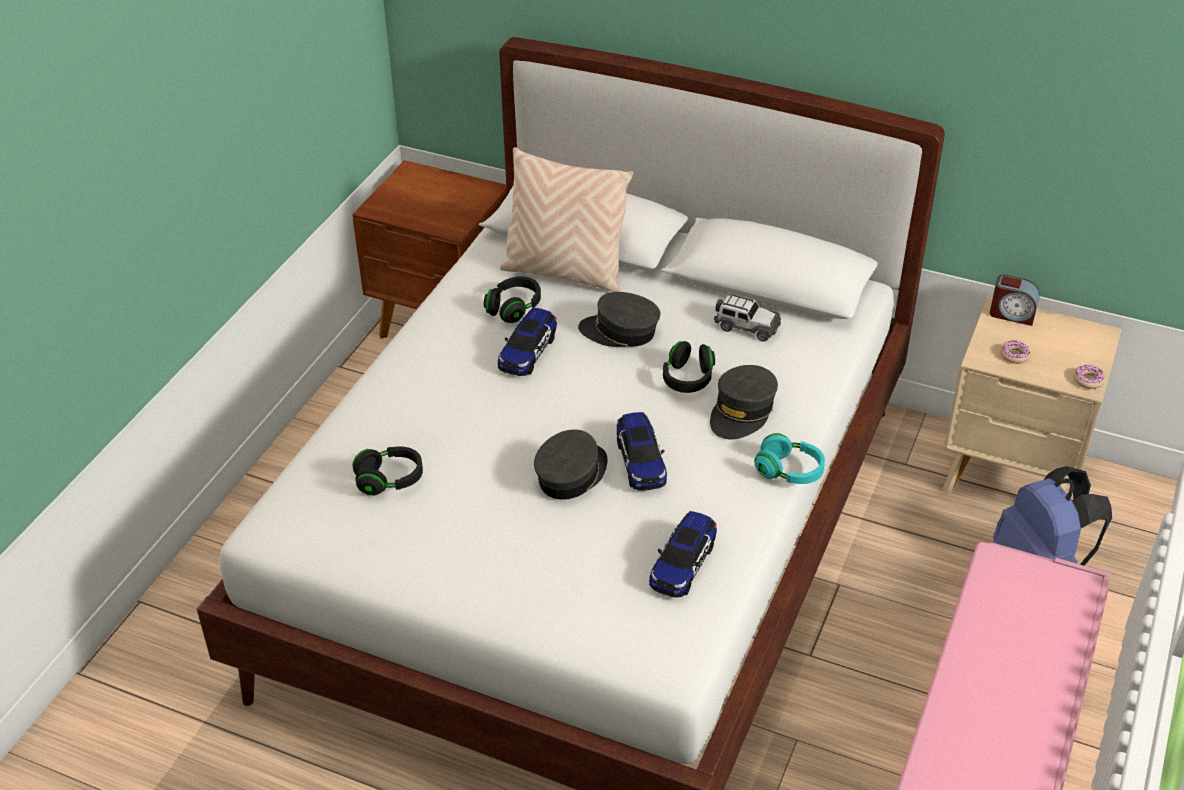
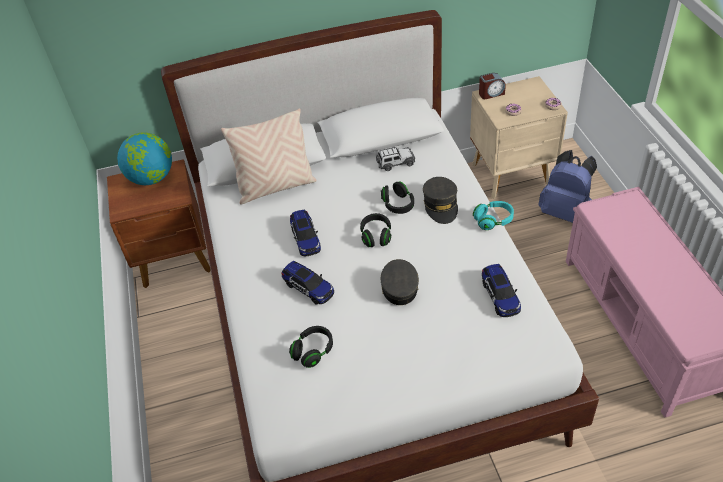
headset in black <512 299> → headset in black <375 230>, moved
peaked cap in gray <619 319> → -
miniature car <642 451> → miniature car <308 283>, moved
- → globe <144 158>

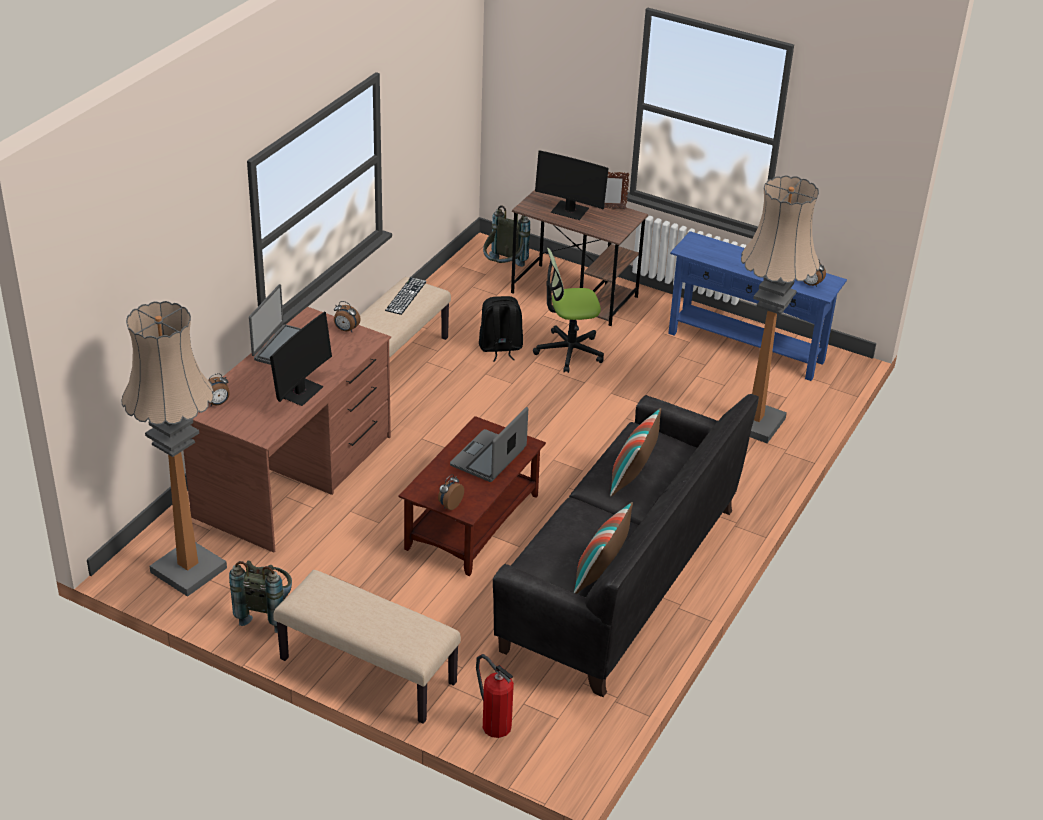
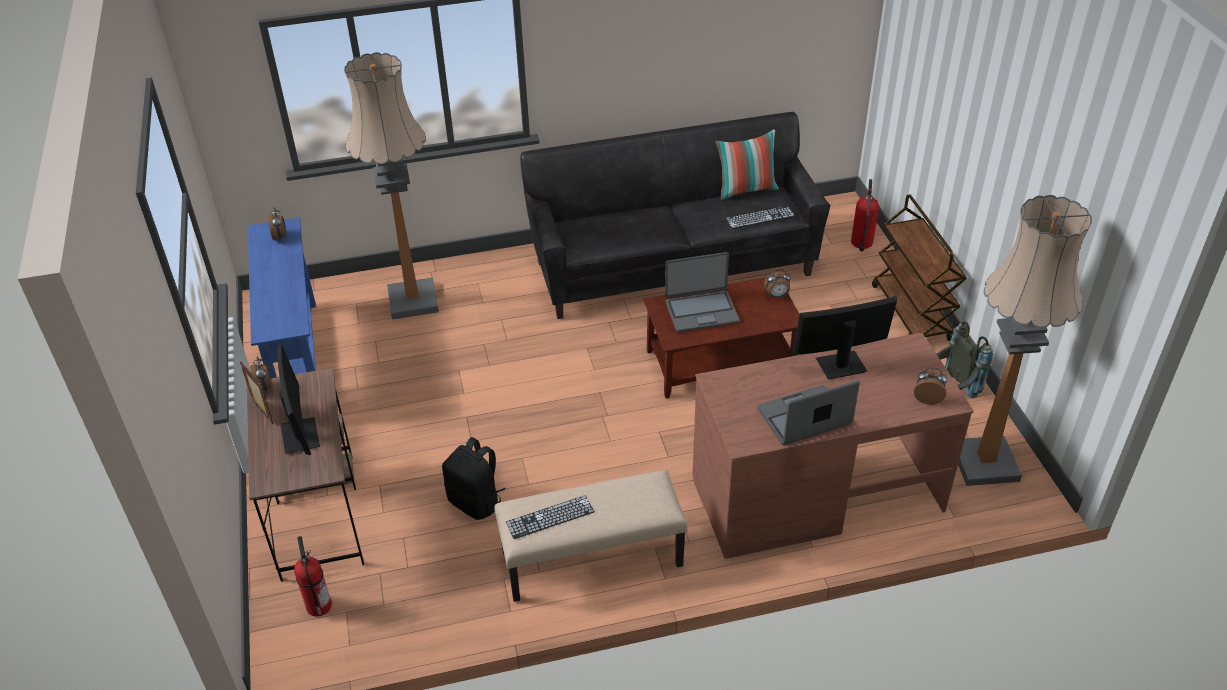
indoor bench in sand-coloured <367 647> → wheeled cart in brown <919 267>
bedside clock <347 316> → bedside clock <261 375>, moved
knapsack in gray <506 236> → extinguisher <313 576>
desk chair <568 310> → -
throw pillow <635 452> → -
- → computer keyboard <760 217>

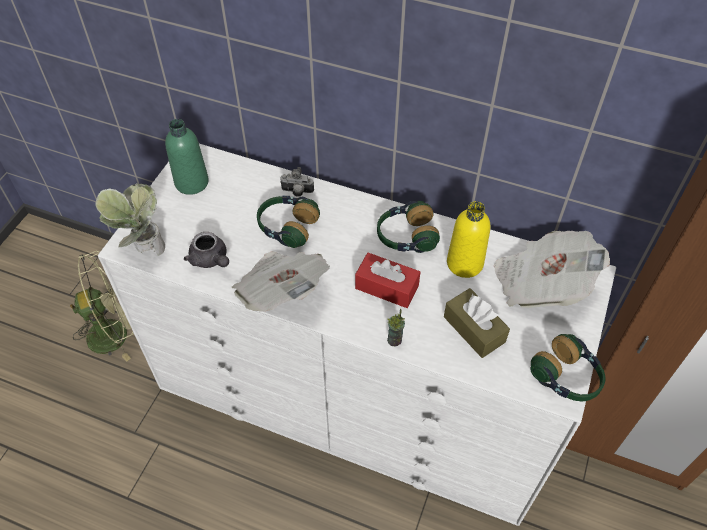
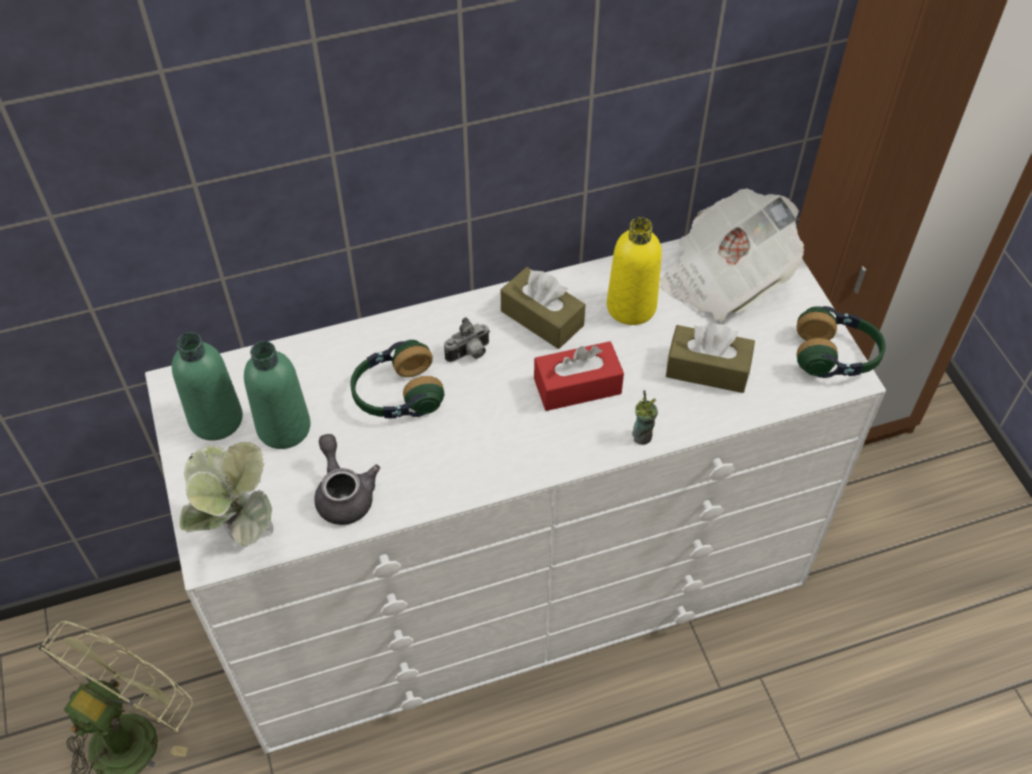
pot for tea in gray <206 250> → pot for tea in gray <347 479>, 120 degrees counterclockwise
newspaper <281 281> → -
photo camera <297 182> → photo camera <467 339>, moved
headset <408 227> → box of tissues in brown <543 308>
- → drink bottle in green <277 395>

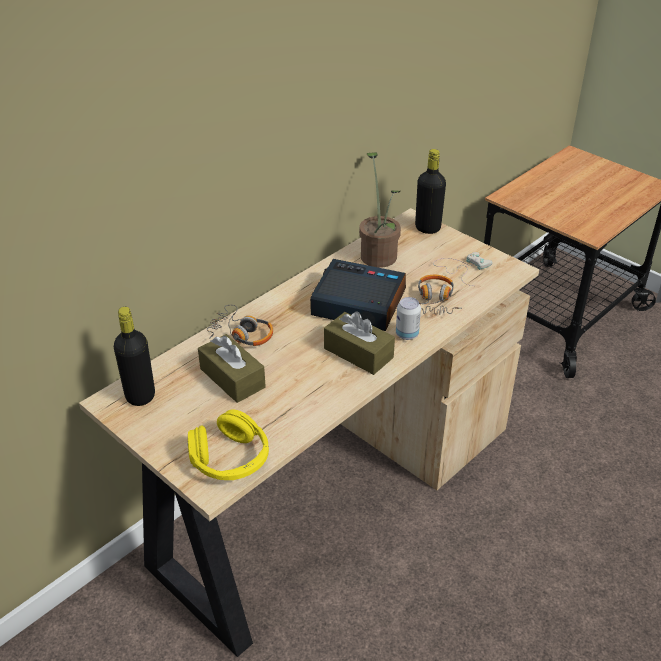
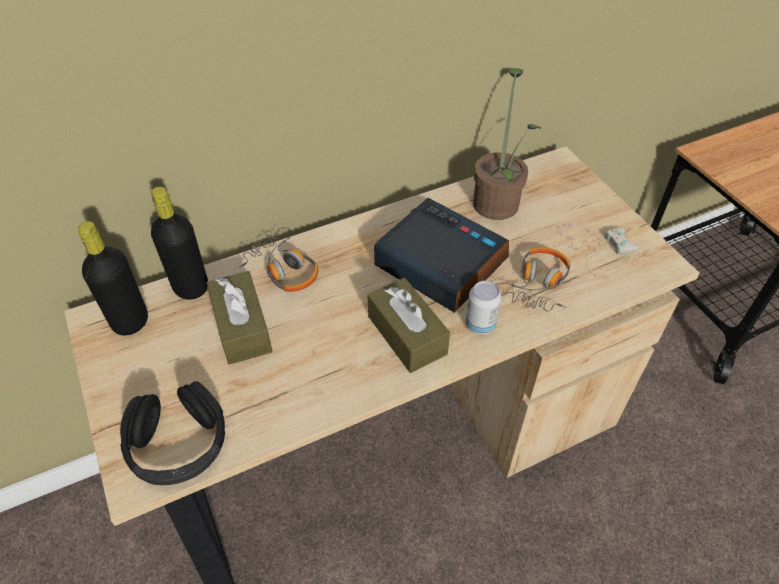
headset in yellow <228 444> → headset in black <172 433>
drink bottle in black <430 191> → drink bottle in black <179 243>, moved

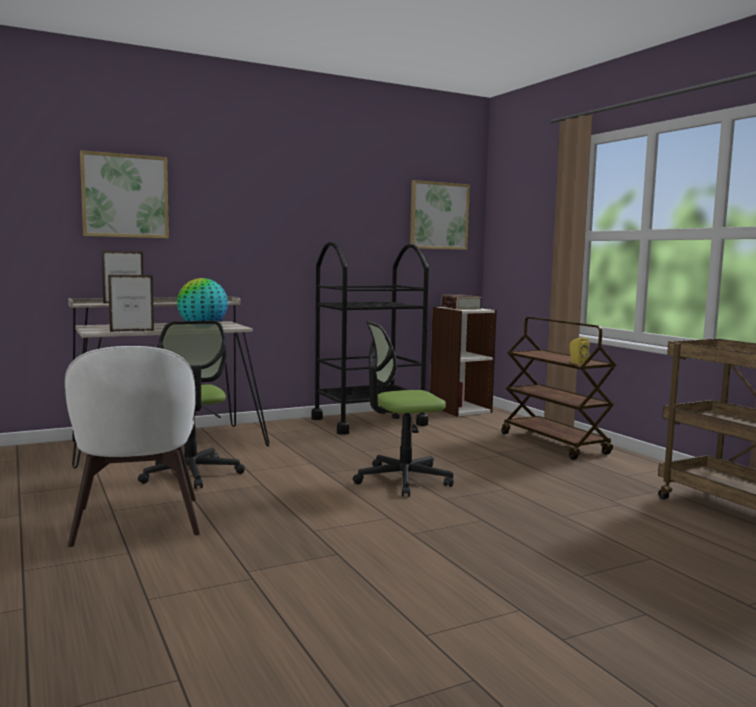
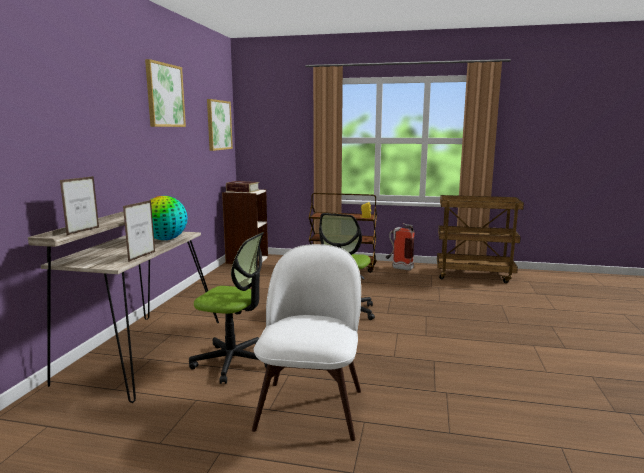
upright chair in white-coloured <132 446> → upright chair in white-coloured <306 342>, 105 degrees counterclockwise
picture <124 194> → picture <165 93>, moved
wheeled cart in black <370 338> → -
- → extinguisher <400 246>

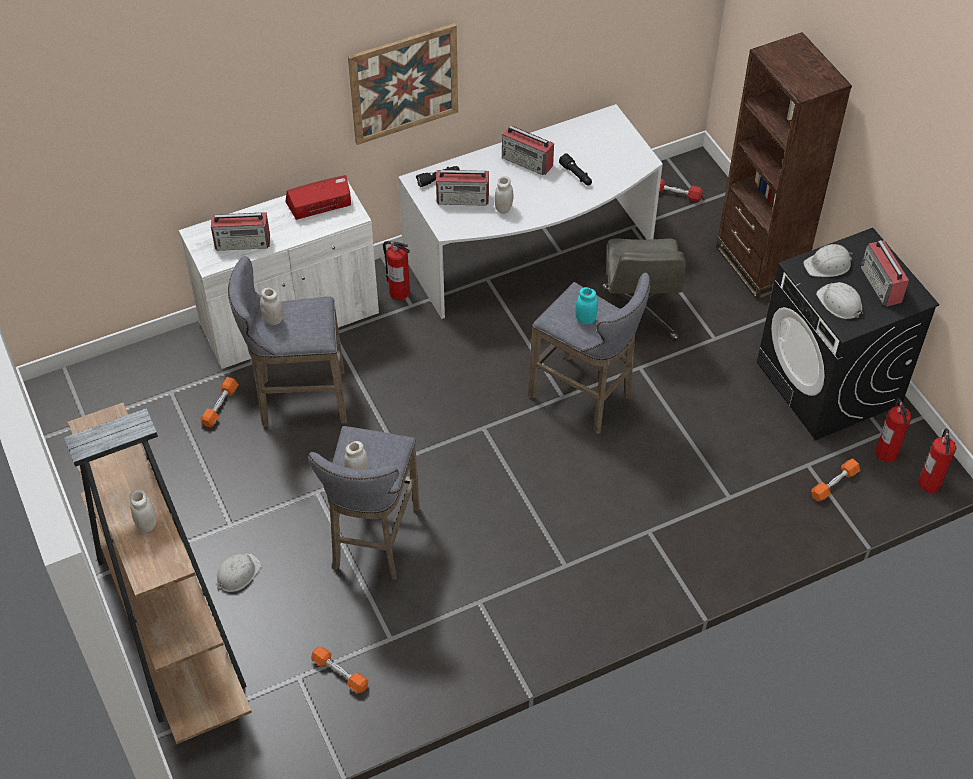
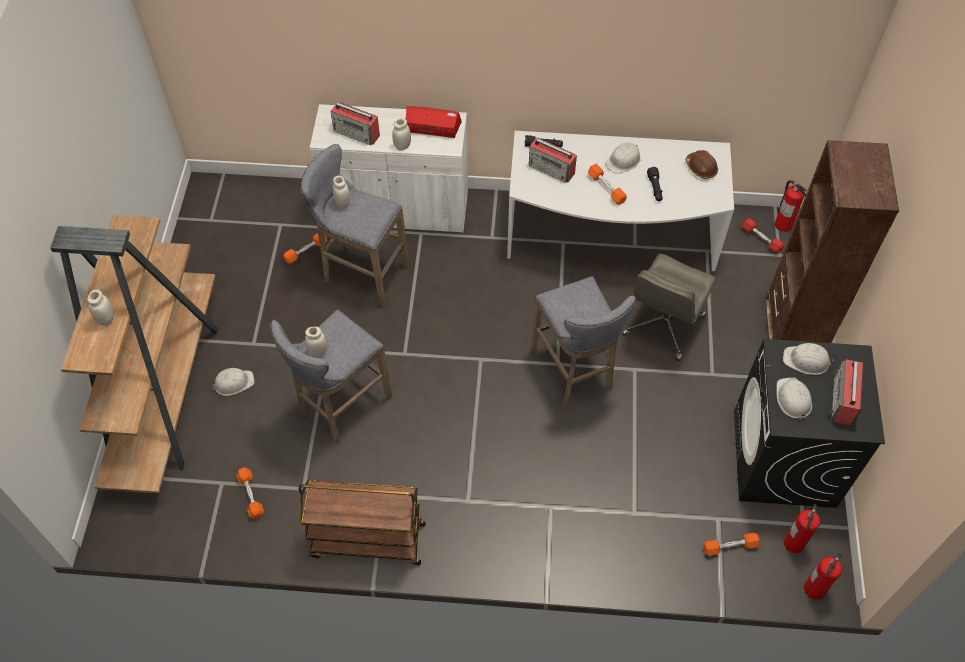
picture <403 84> → -
extinguisher <396 270> → extinguisher <791 206>, moved
storage jar in white-coloured <503 195> → storage jar in white-coloured <401 134>, moved
radio <528 150> → hard hat in white-coloured <623 158>
storage jar in blue-green <586 306> → -
- → wheeled cart in brown <362 522>
- → hand weight in orangey <607 184>
- → hard hat in brown <702 164>

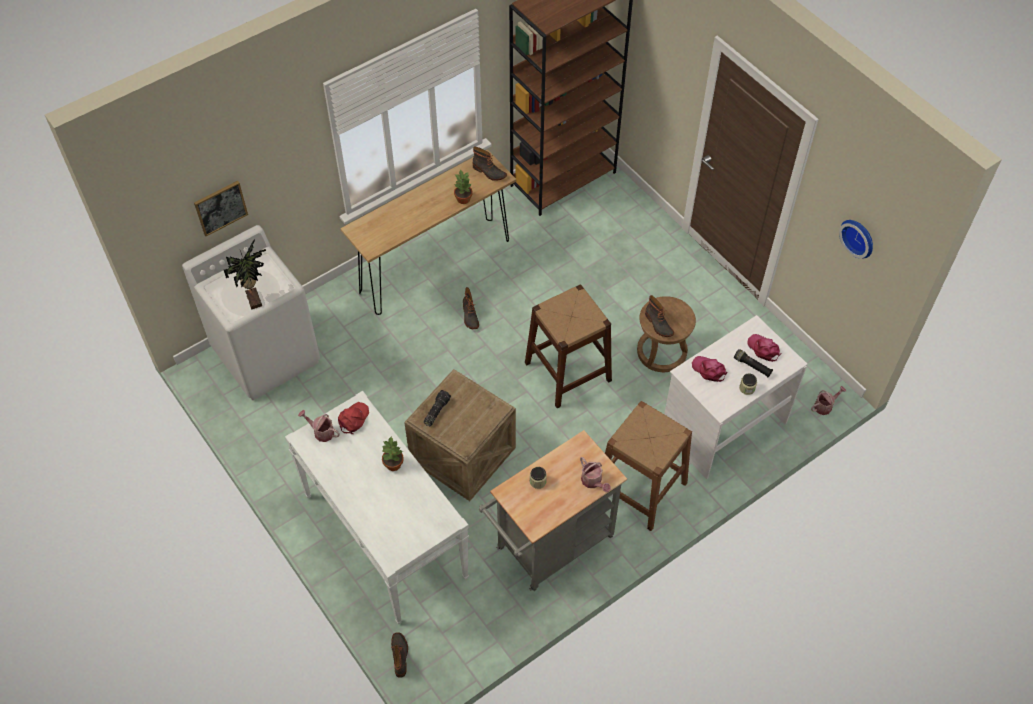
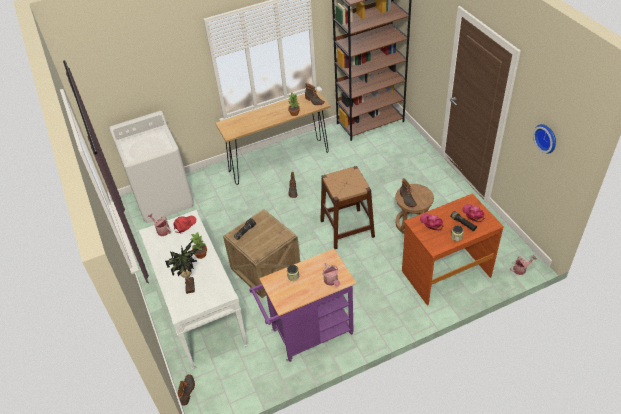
picture <221 208> → -
potted plant <245 274> → potted plant <182 267>, moved
wheeled cart in gray <553 510> → wheeled cart in purplish <303 305>
sitting stool in brown <648 466> → -
desk in white-coloured <735 397> → desk in brown <453 250>

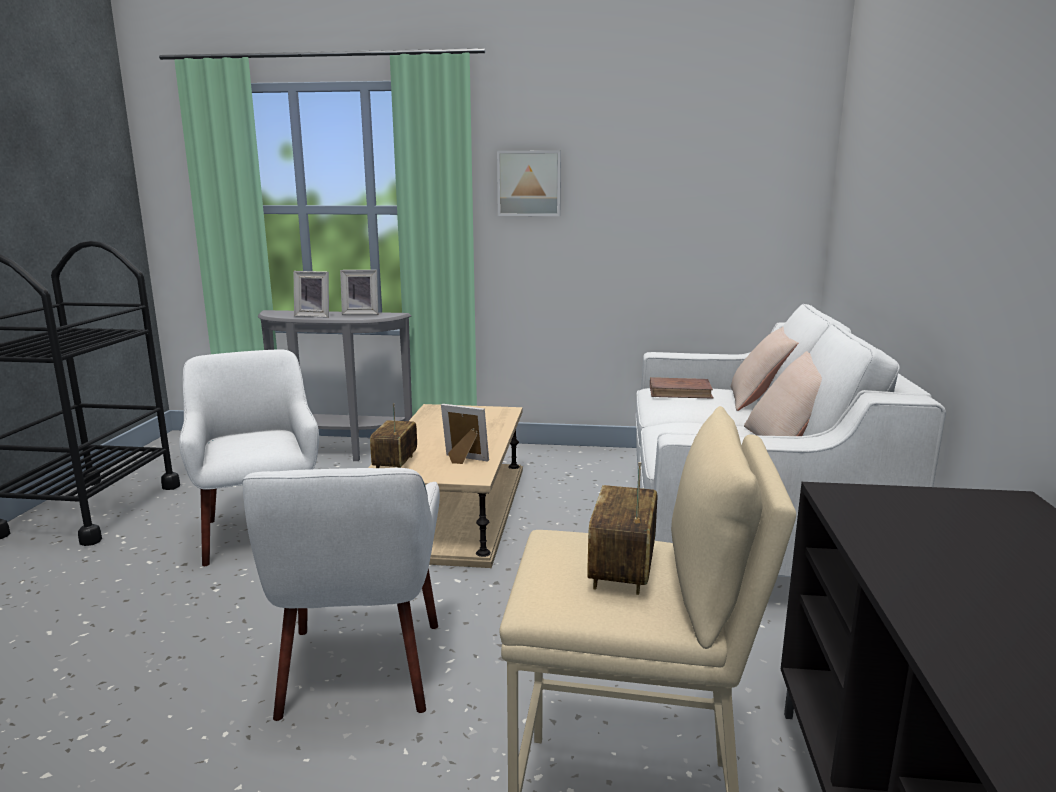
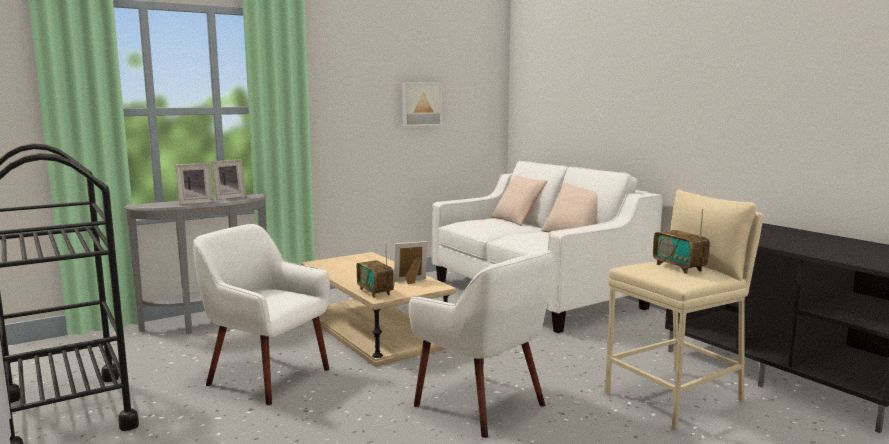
picture <529 183> → picture <422 104>, moved
bound book in brown <682 388> → -

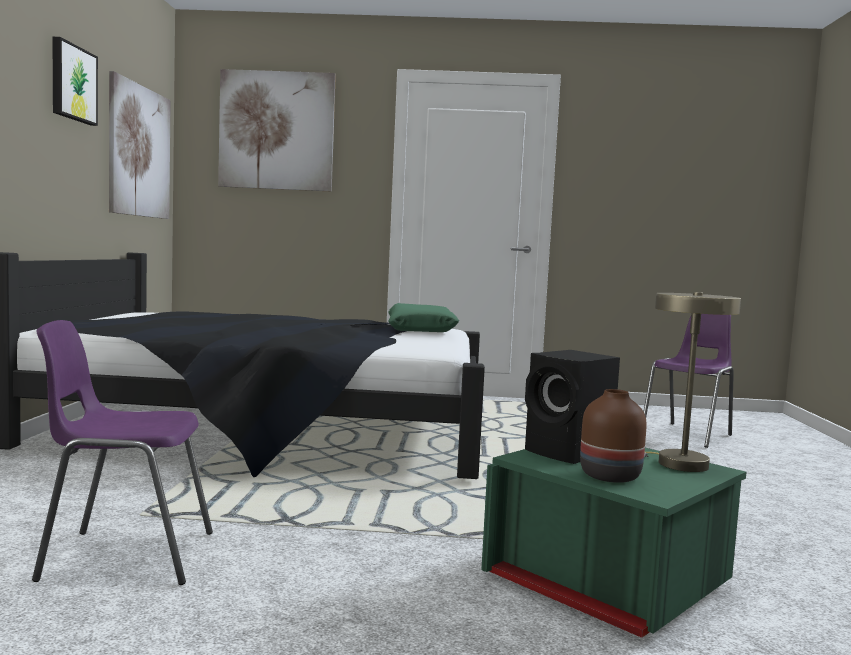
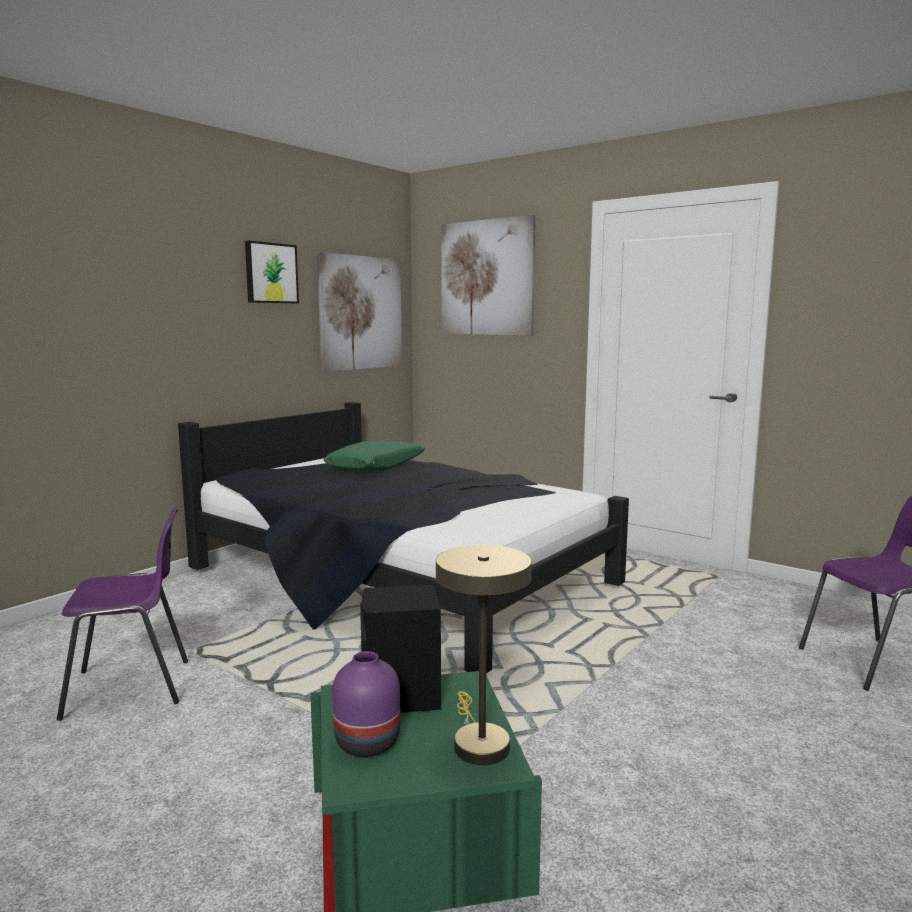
upright chair in purplish <122 452> → upright chair in purplish <122 614>, 135 degrees clockwise
throw pillow in green <424 317> → throw pillow in green <374 455>, moved
decorative vase in brown <613 436> → decorative vase in purplish <366 704>

